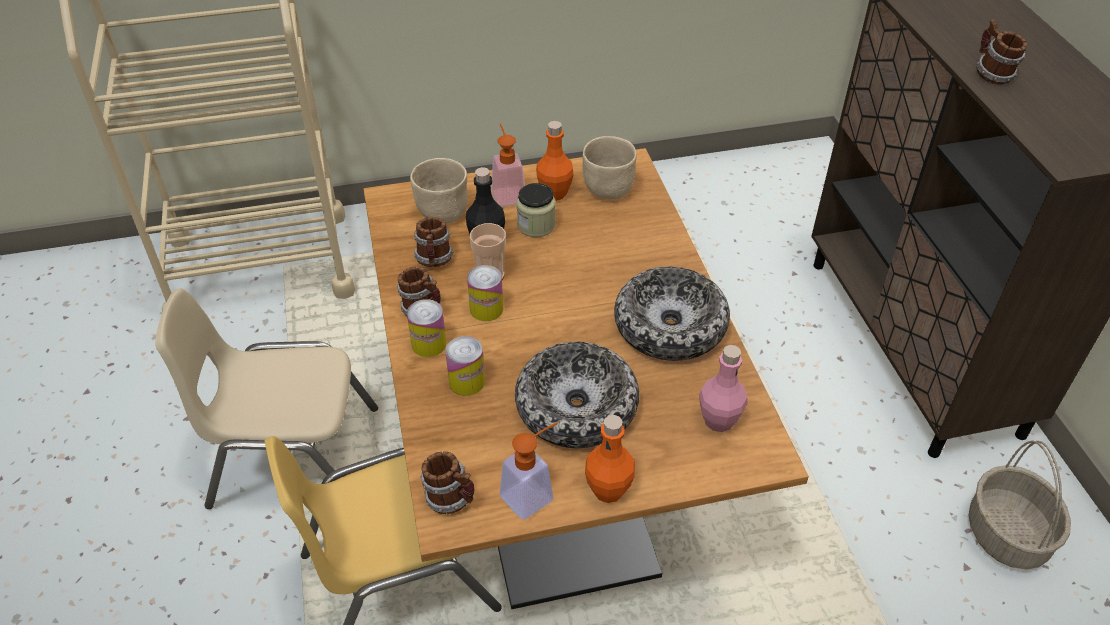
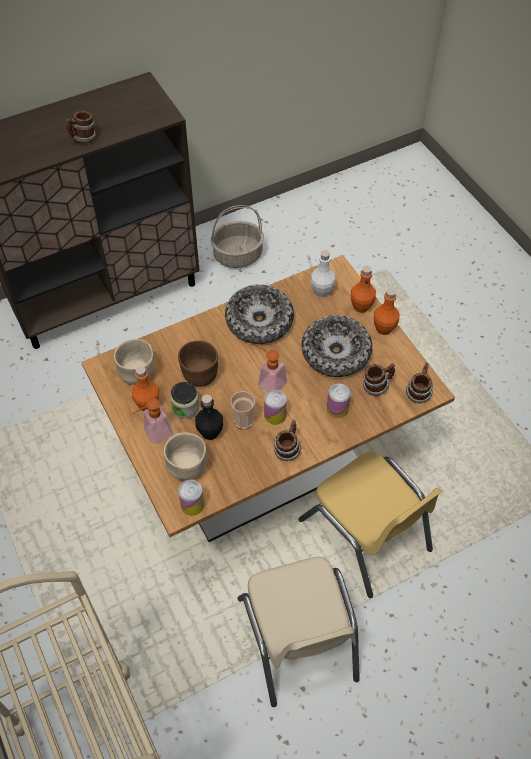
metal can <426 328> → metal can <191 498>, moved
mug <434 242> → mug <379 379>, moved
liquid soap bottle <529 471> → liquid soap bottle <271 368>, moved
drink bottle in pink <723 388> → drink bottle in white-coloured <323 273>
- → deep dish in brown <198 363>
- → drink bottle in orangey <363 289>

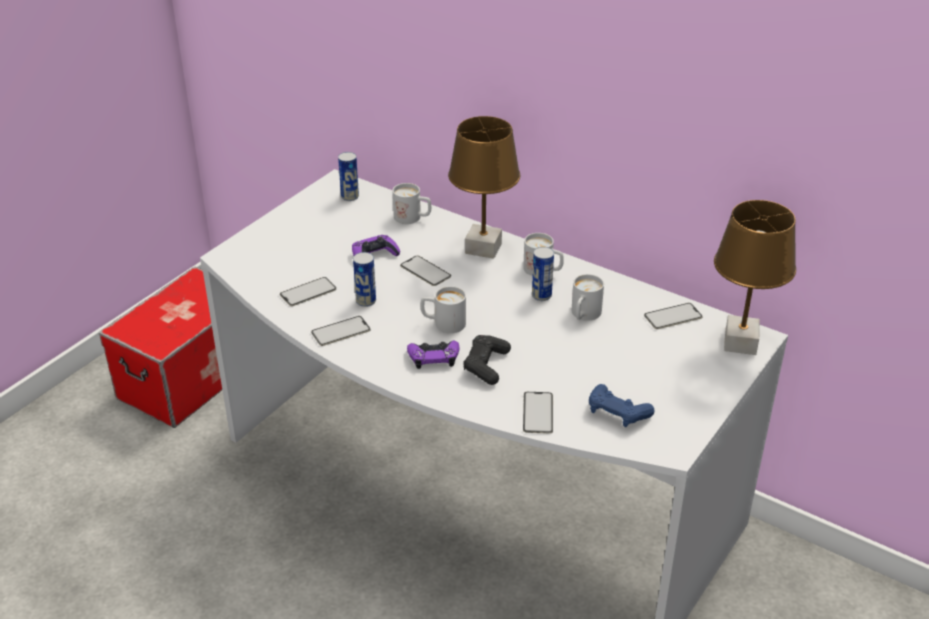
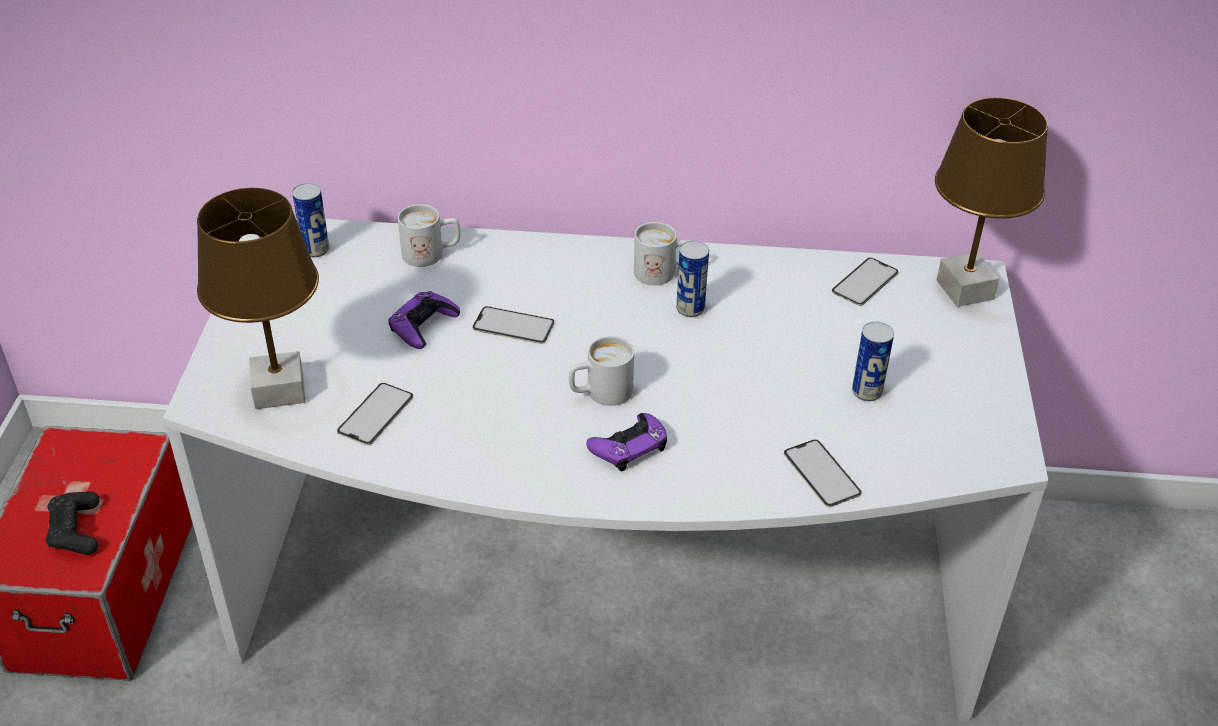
phone <340 331> → -
metal can <364 279> → metal can <873 361>, moved
table lamp in brown <484 187> → table lamp in brown <258 298>, moved
gamepad in black <487 360> → gamepad in black <73 523>, moved
mug in white-coloured <588 297> → -
gamepad in bluish <621 405> → -

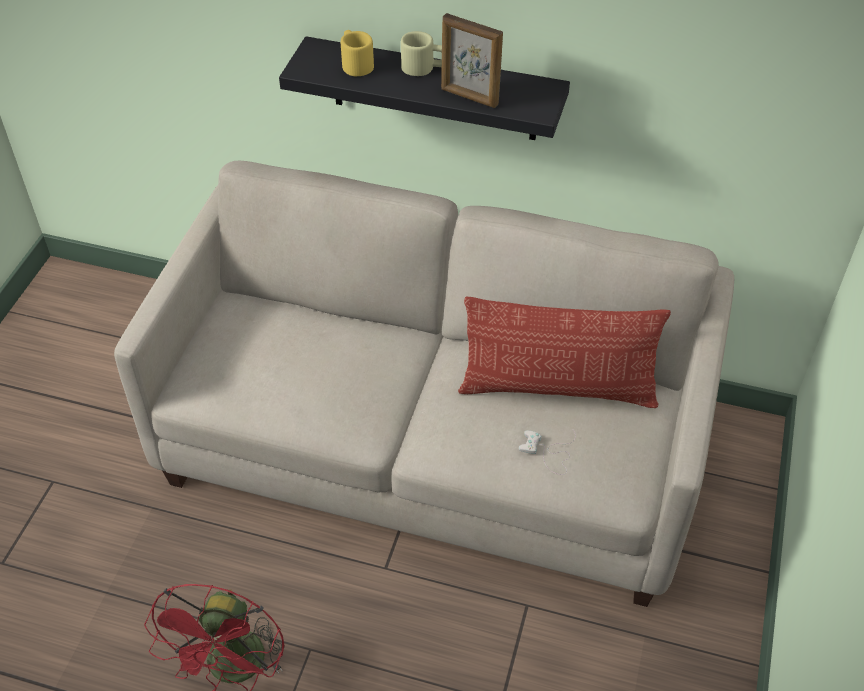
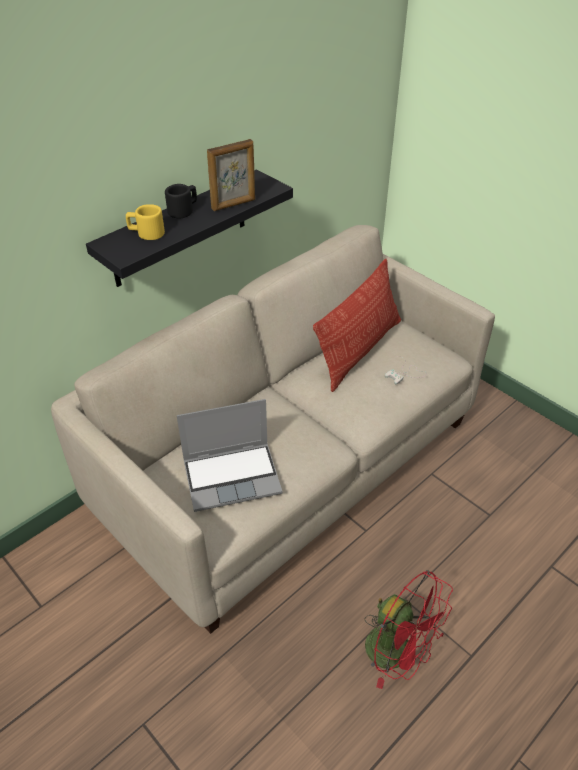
mug in sand-coloured <421 53> → mug in black <181 201>
- → laptop <230 455>

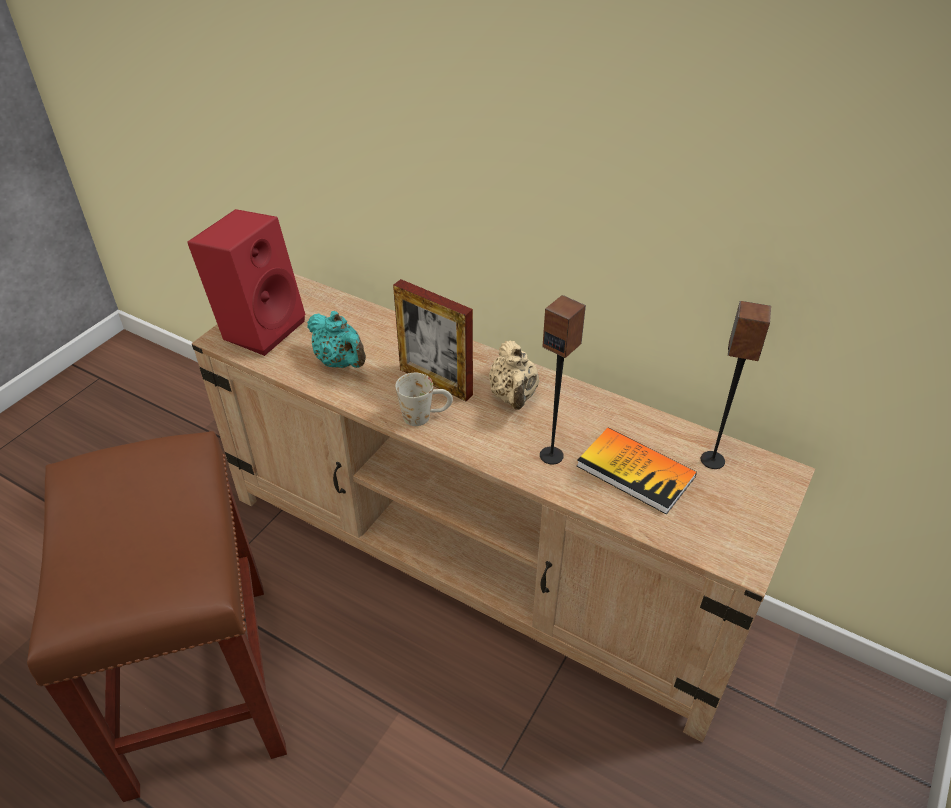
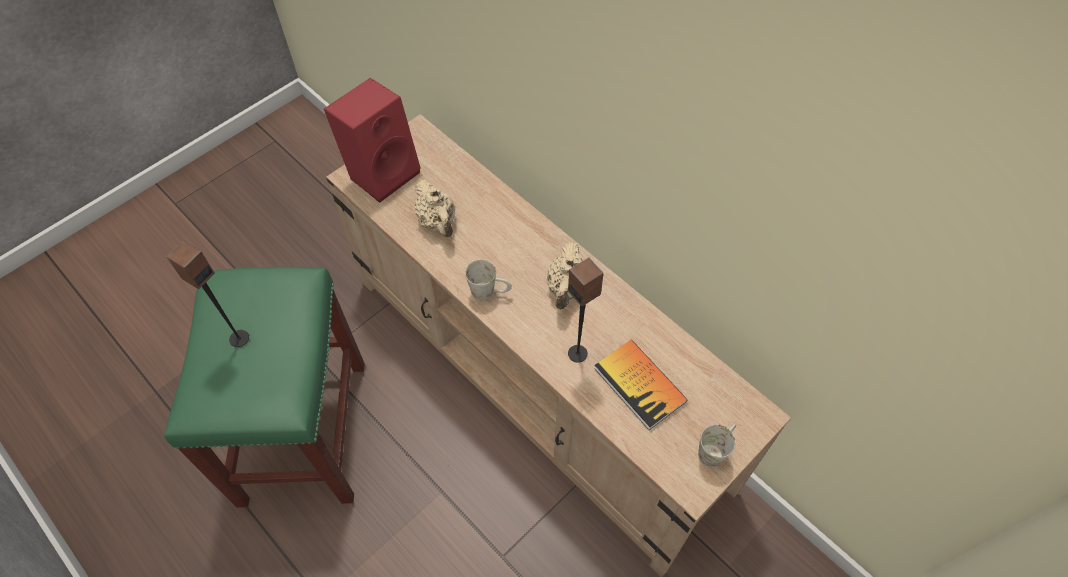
sitting stool in brown <157 616> → sitting stool in green <264 387>
pot for tea in blue-green <336 339> → pot for tea in sand-coloured <435 208>
photo frame <433 340> → -
audio speaker <736 385> → audio speaker <208 294>, moved
- → mug in white-coloured <717 445>

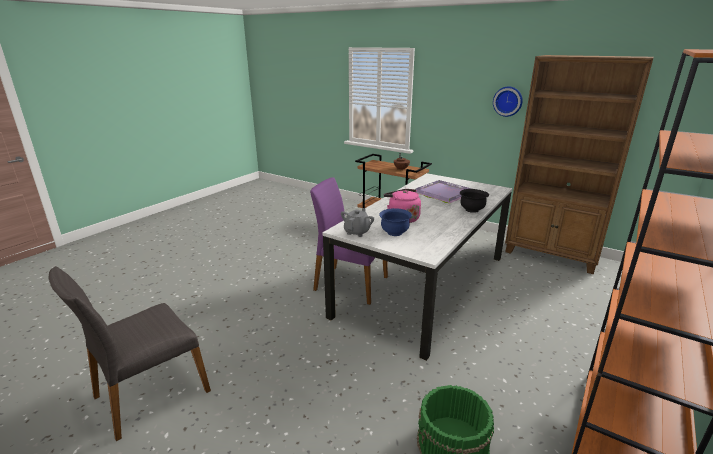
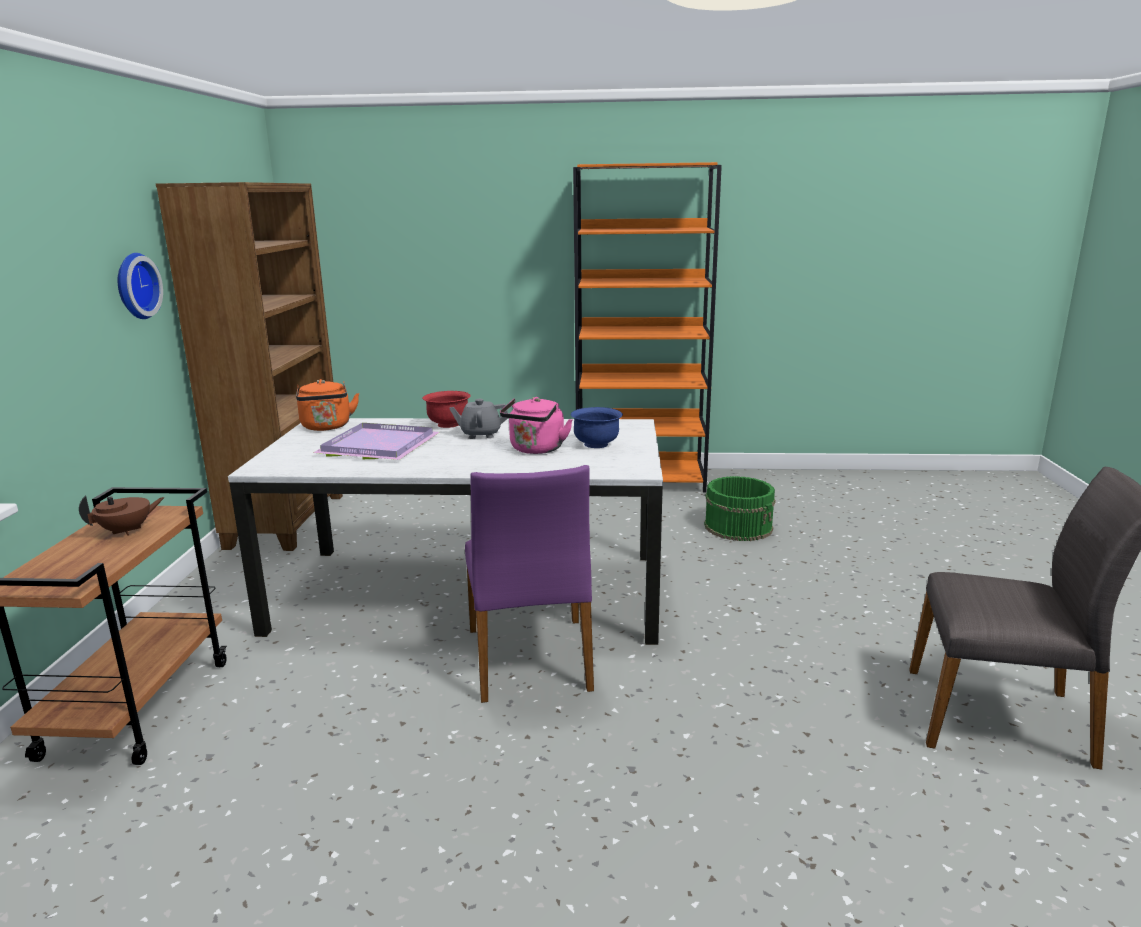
pot for tea in gray <357 222> → pot for tea in gray <478 419>, moved
deep dish in black <474 201> → deep dish in reddish <446 409>
- → water kettle in orangey <327 405>

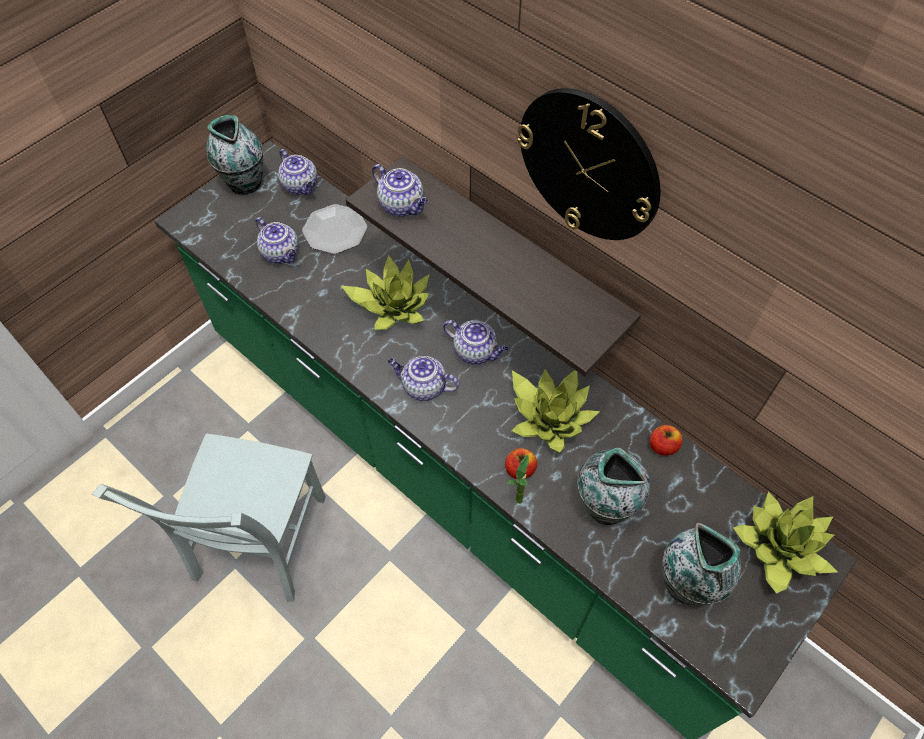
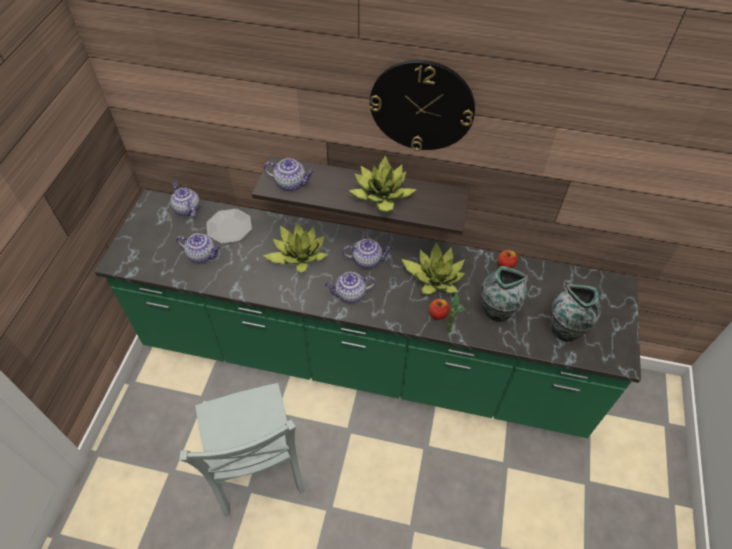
decorative vase <234 155> → -
pot for tea <297 172> → pot for tea <185 199>, 150 degrees counterclockwise
potted plant <785 542> → potted plant <383 184>, moved

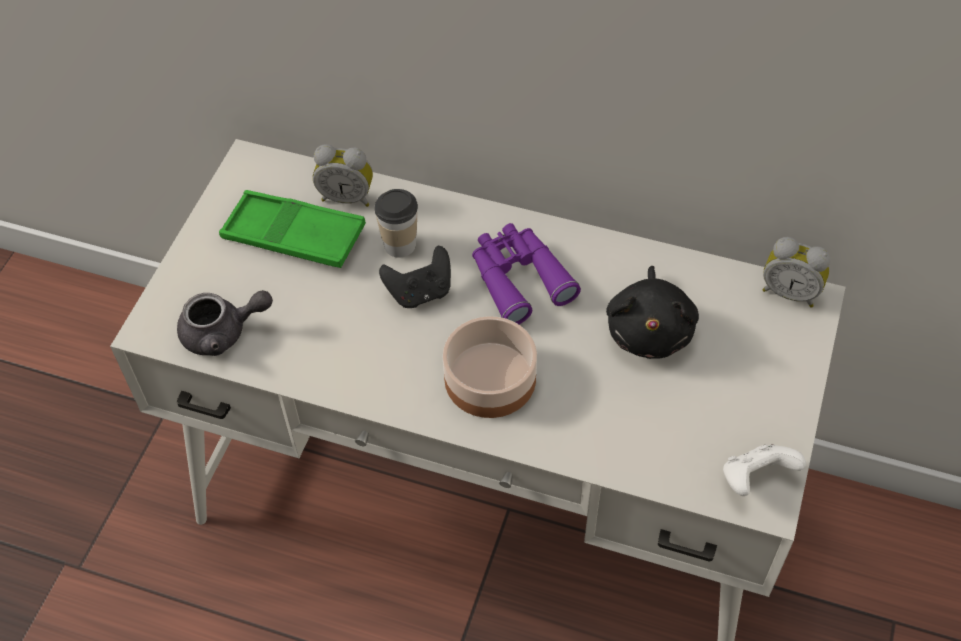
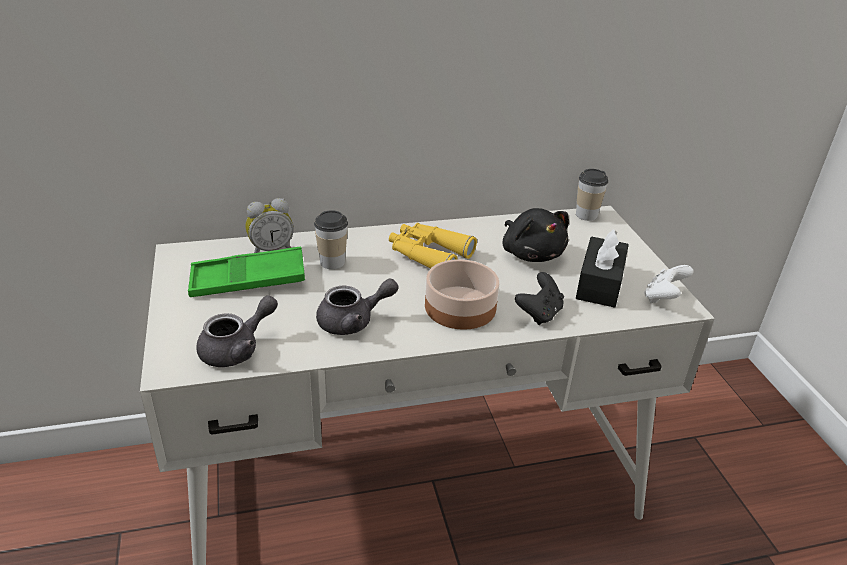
gamepad in black <415 277> → gamepad in black <539 298>, moved
binoculars in purplish <526 273> → binoculars in yellow <433 246>
bedside clock <796 272> → drinking cup <592 195>
- → pot for tea in gray <357 306>
- → box of tissues in black <602 268>

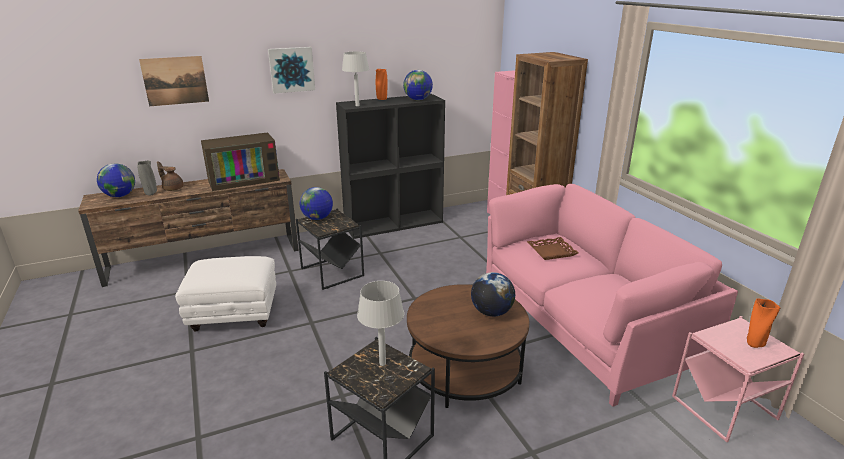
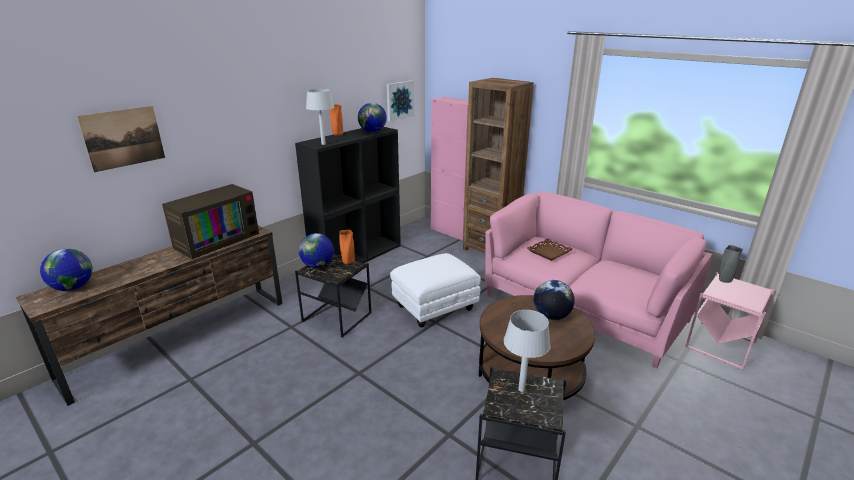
decorative vase in gray <147 178> → decorative vase in gray <731 264>, moved
pot for tea in brown <170 176> → -
footrest in white-coloured <225 293> → footrest in white-coloured <435 290>, moved
picture <291 70> → picture <400 100>, moved
decorative vase in orangey <763 323> → decorative vase in orangey <347 247>, moved

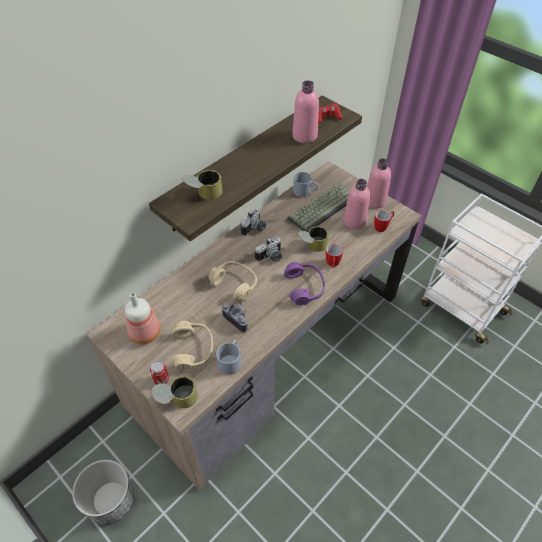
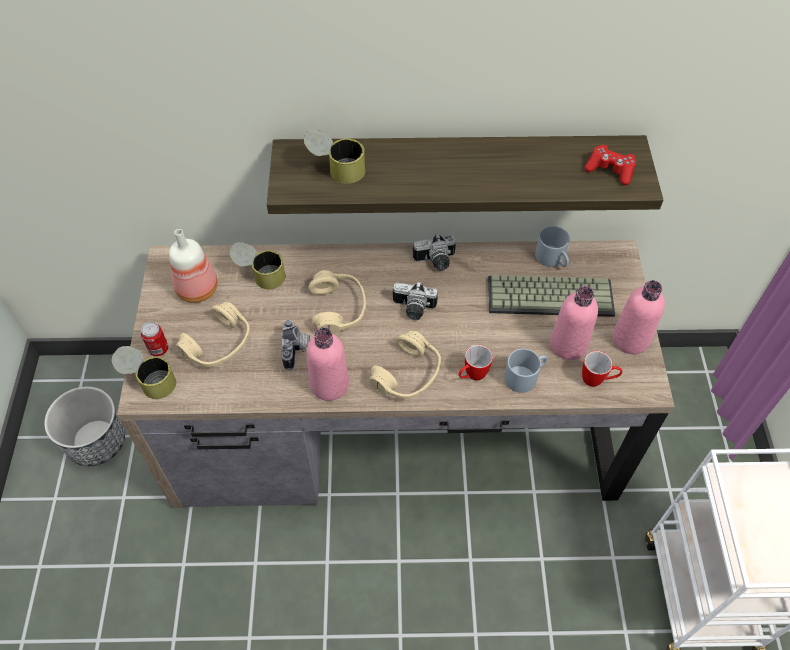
mug in gray <228 357> → mug in gray <526 370>, moved
headset in purplish <304 283> → headset in sand-coloured <405 365>
drink bottle in pink <305 111> → drink bottle in pink <328 364>, moved
metal can <313 239> → metal can <257 265>, moved

